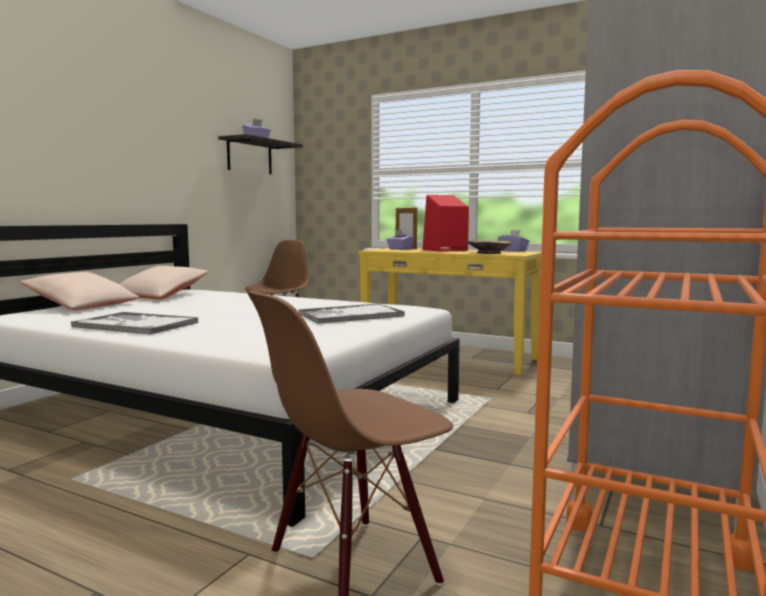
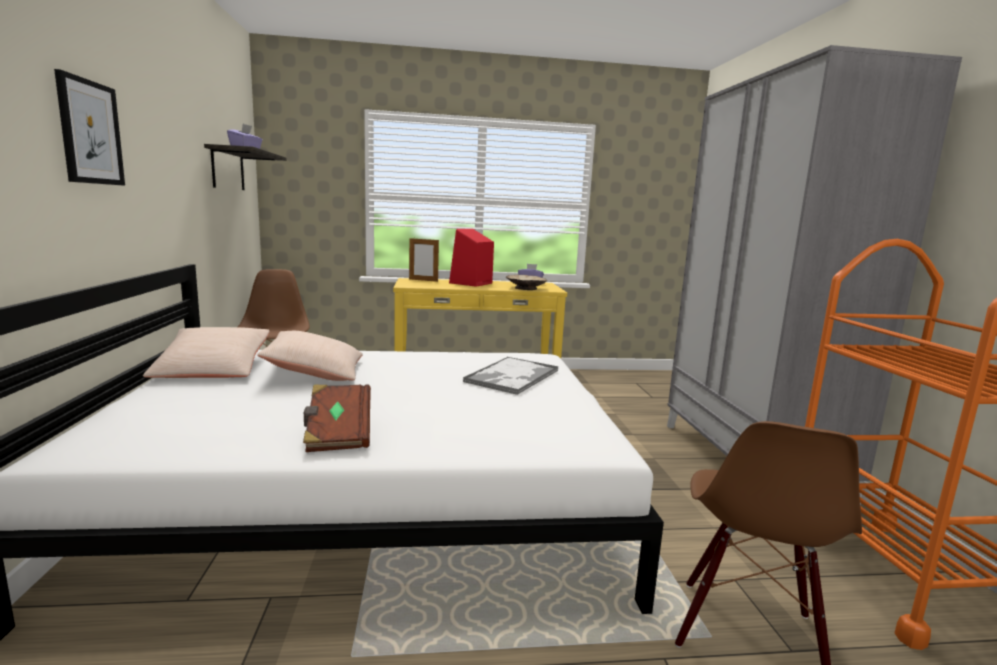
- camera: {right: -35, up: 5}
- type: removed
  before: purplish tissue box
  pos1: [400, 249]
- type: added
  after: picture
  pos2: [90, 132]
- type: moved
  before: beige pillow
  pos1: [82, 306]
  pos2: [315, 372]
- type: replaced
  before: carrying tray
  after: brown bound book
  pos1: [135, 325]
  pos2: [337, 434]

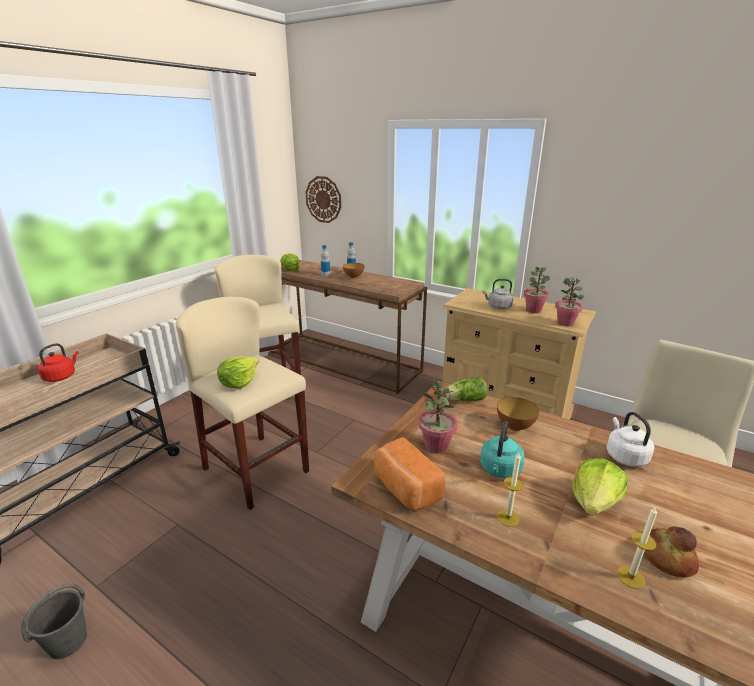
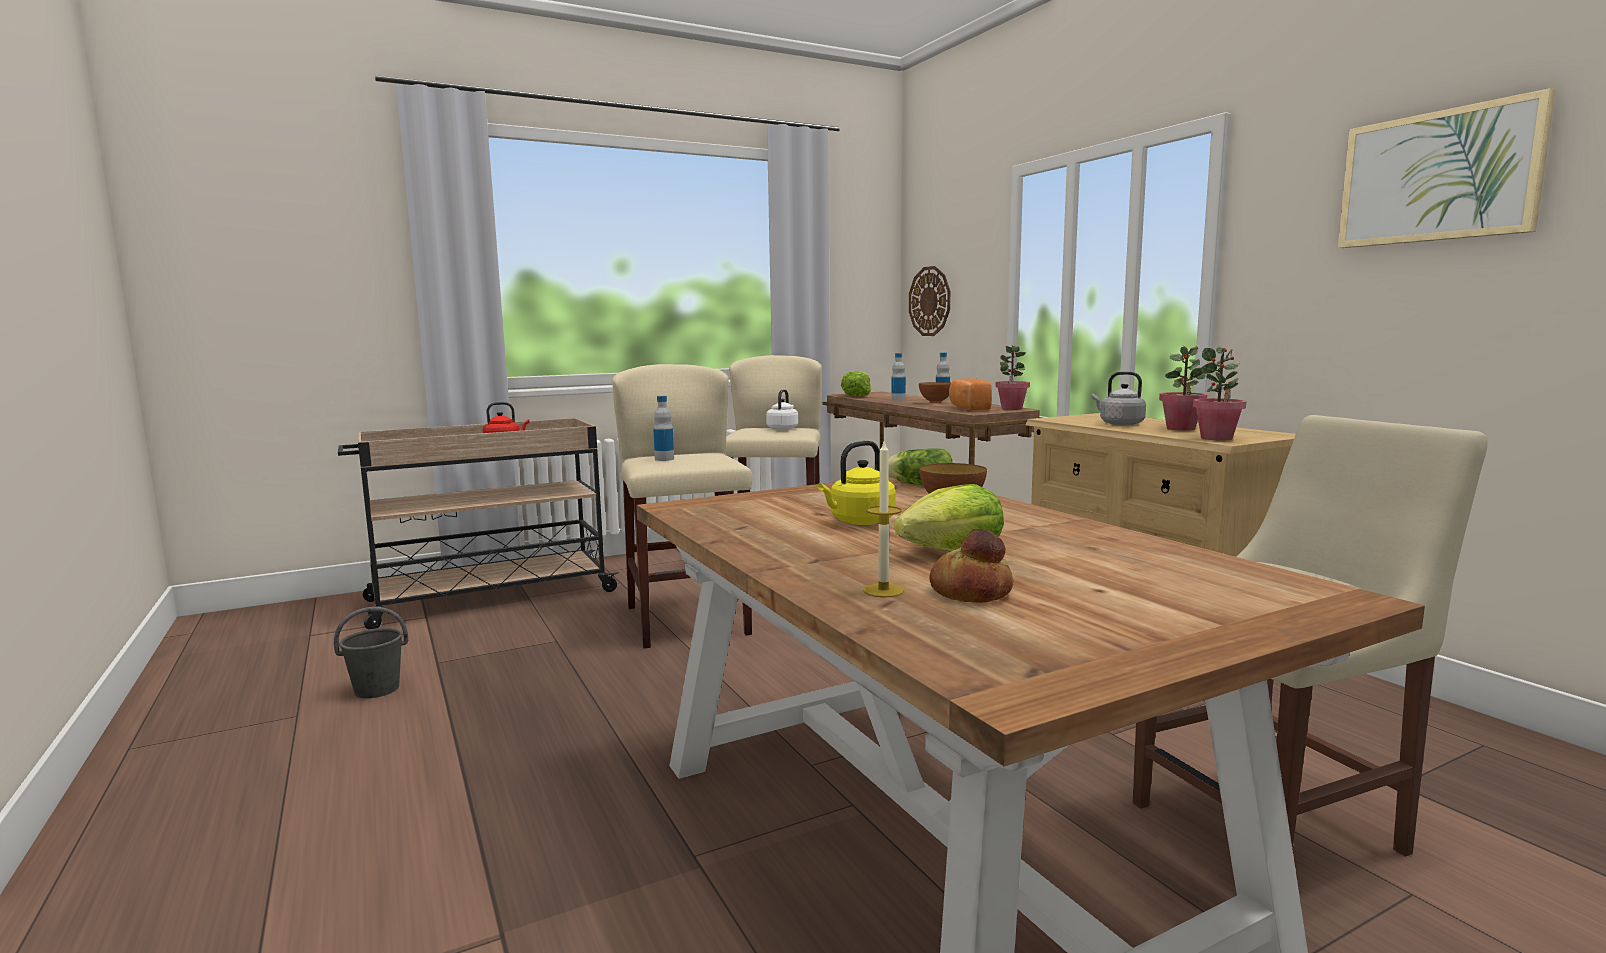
- camera: {right: 30, up: -15}
- type: removed
  before: candle
  pos1: [508, 517]
- type: added
  after: picture
  pos2: [1438, 177]
- type: moved
  before: bread
  pos1: [405, 489]
  pos2: [968, 408]
- type: moved
  before: houseplant
  pos1: [436, 446]
  pos2: [1011, 409]
- type: moved
  before: white water kettle
  pos1: [624, 456]
  pos2: [783, 429]
- type: replaced
  before: head of lettuce
  after: bottle
  pos1: [239, 382]
  pos2: [664, 459]
- type: recoloured
  before: blue-green water kettle
  after: yellow water kettle
  pos1: [499, 470]
  pos2: [859, 522]

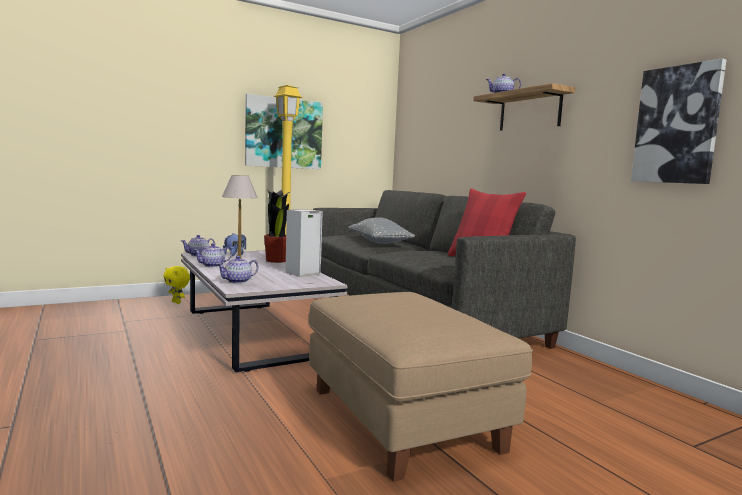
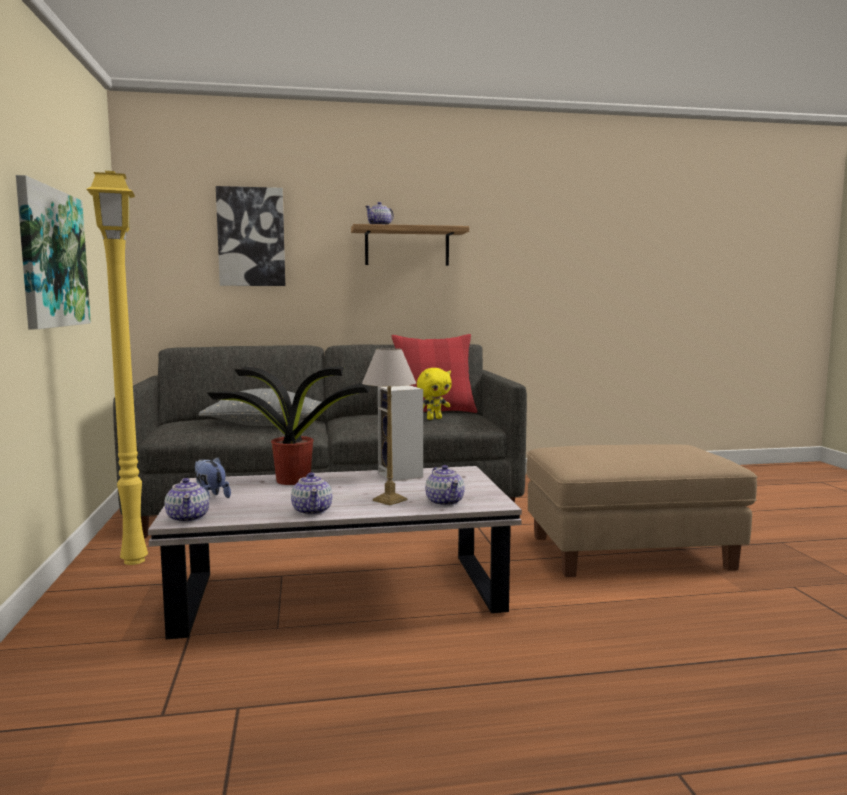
- camera: {right: -70, up: 0}
- type: moved
  before: yellow cuddly toy
  pos1: [177, 302]
  pos2: [434, 418]
- type: moved
  before: picture
  pos1: [677, 125]
  pos2: [251, 237]

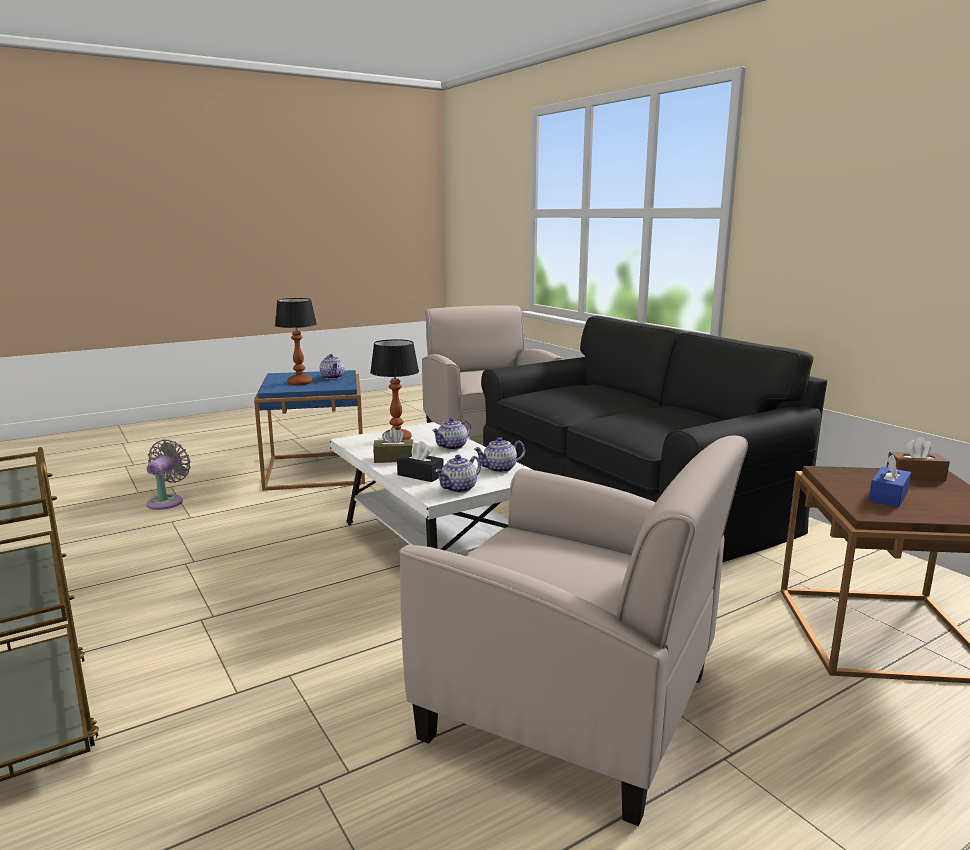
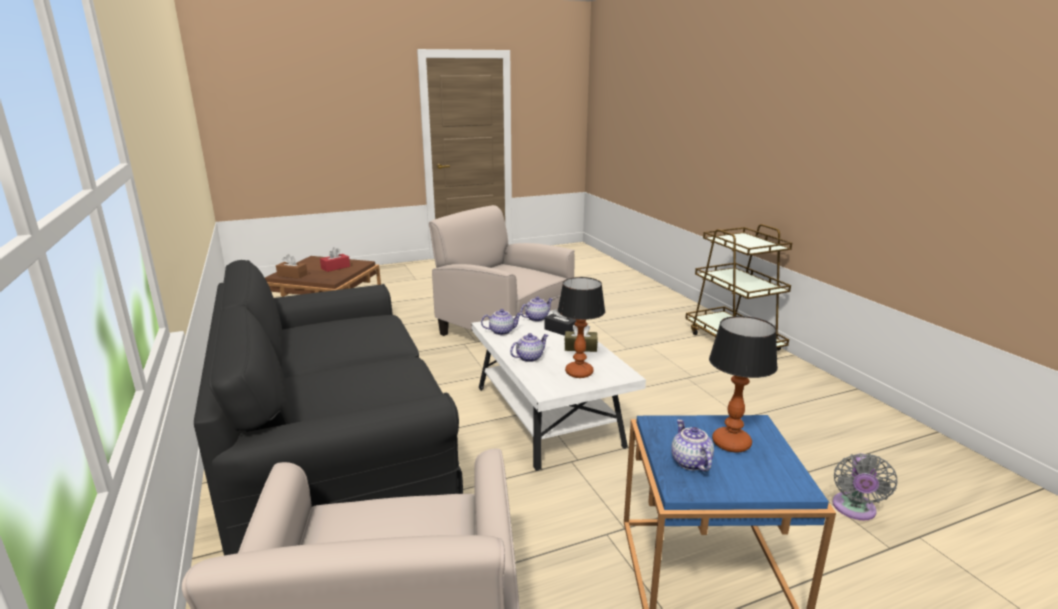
- camera: {right: -170, up: 5}
- type: recoloured
  before: blue tissue box
  after: reddish tissue box
  pos1: [888, 496]
  pos2: [335, 267]

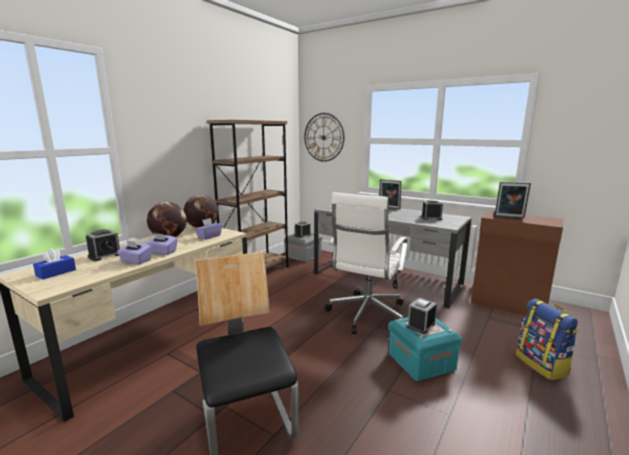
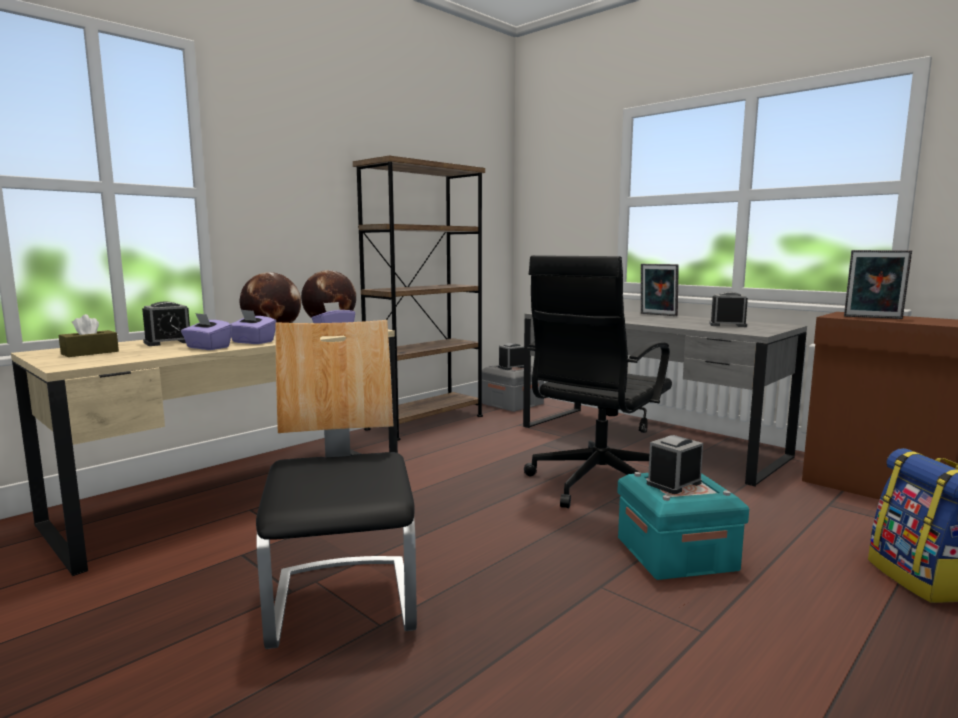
- camera: {right: 10, up: -5}
- type: removed
  before: wall clock
  pos1: [323, 137]
- type: recoloured
  before: blue tissue box
  after: brown tissue box
  pos1: [56, 273]
  pos2: [90, 353]
- type: recoloured
  before: white desk chair
  after: black-coloured desk chair
  pos1: [366, 315]
  pos2: [596, 485]

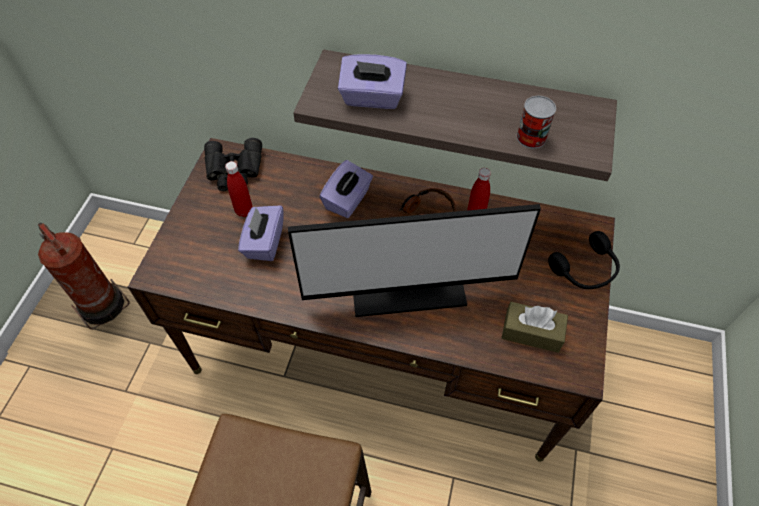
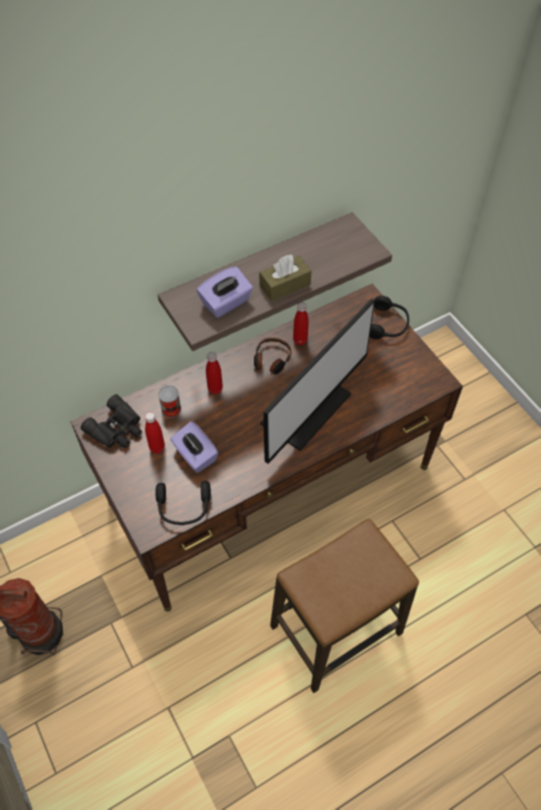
- camera: {right: -45, up: 0}
- type: added
  after: black-coloured headphones
  pos2: [183, 508]
- type: moved
  before: brown tissue box
  pos1: [531, 332]
  pos2: [285, 285]
- type: moved
  before: metal can
  pos1: [531, 137]
  pos2: [171, 409]
- type: replaced
  before: purplish tissue box
  after: reddish bottle
  pos1: [348, 200]
  pos2: [215, 389]

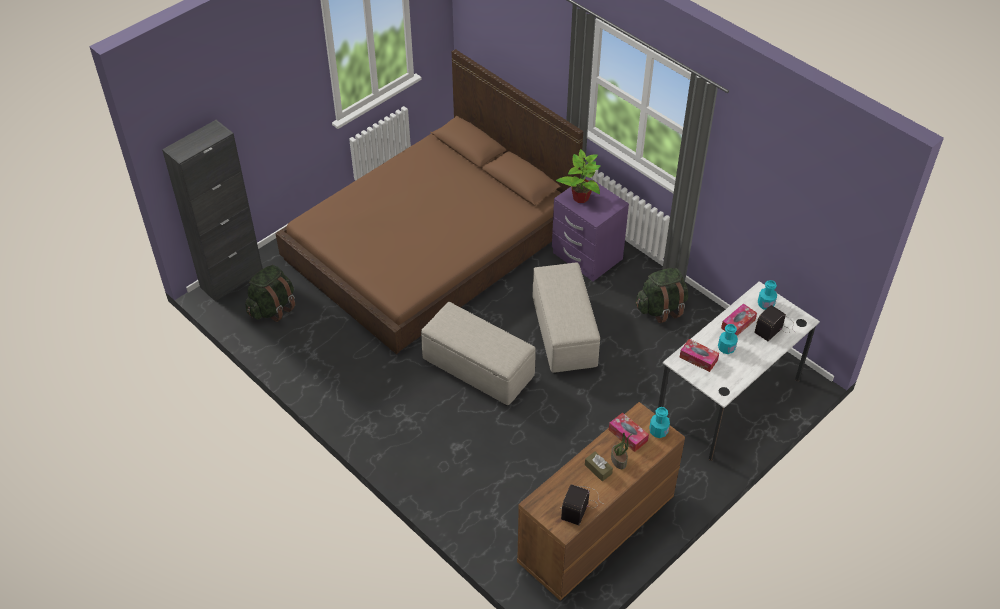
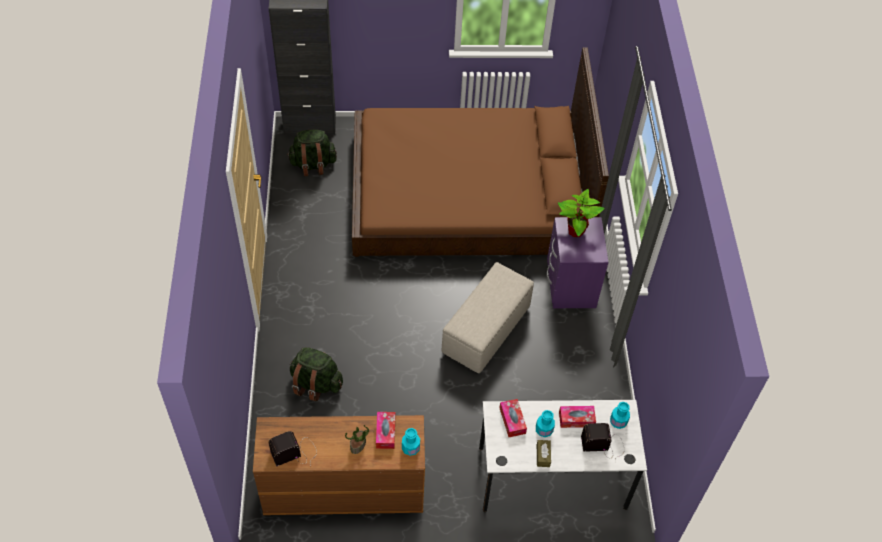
- camera: {right: 40, up: 5}
- type: removed
  before: beige footrest
  pos1: [477, 369]
- type: moved
  before: brown tissue box
  pos1: [598, 469]
  pos2: [543, 455]
- type: moved
  before: greenish knapsack
  pos1: [661, 308]
  pos2: [316, 383]

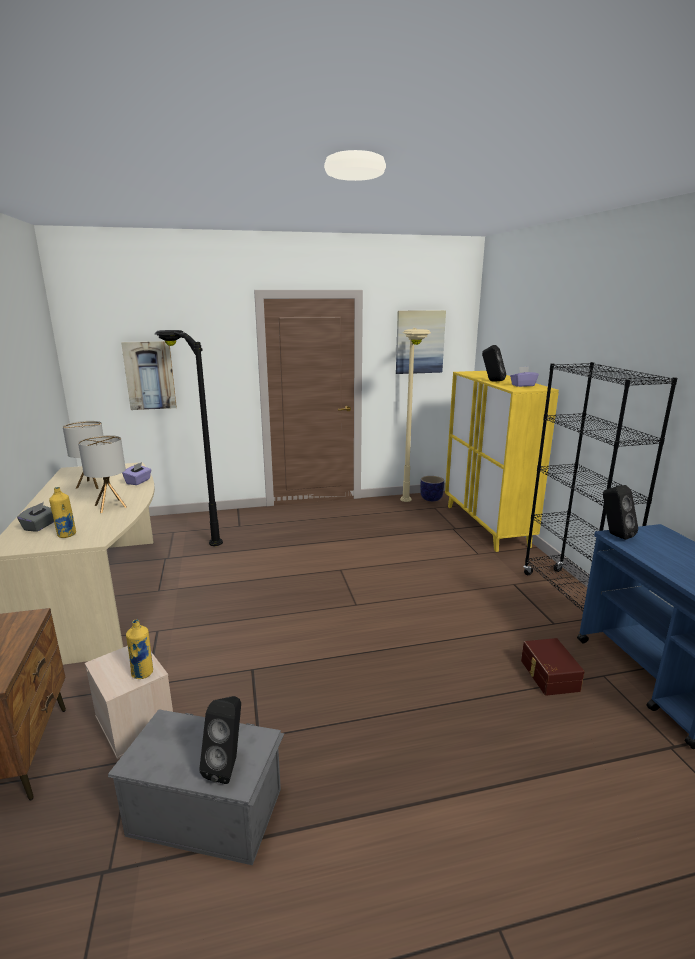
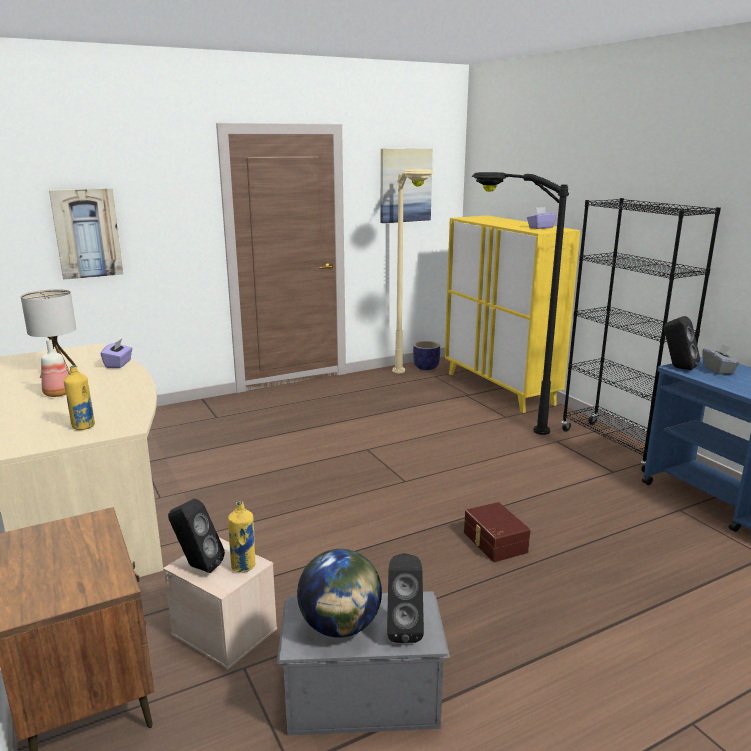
- camera: {right: -15, up: 0}
- type: removed
  before: lamp for a table
  pos1: [110, 506]
- type: added
  after: bottle
  pos2: [59, 394]
- type: added
  after: world globe
  pos2: [340, 626]
- type: moved
  before: gray tissue box
  pos1: [40, 526]
  pos2: [718, 370]
- type: moved
  before: black-coloured floor lamp
  pos1: [197, 529]
  pos2: [494, 420]
- type: moved
  before: black-coloured speaker
  pos1: [492, 381]
  pos2: [197, 566]
- type: moved
  before: brown storage box
  pos1: [548, 675]
  pos2: [494, 542]

